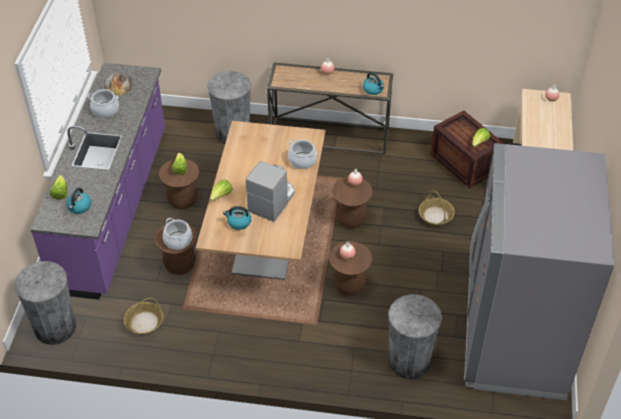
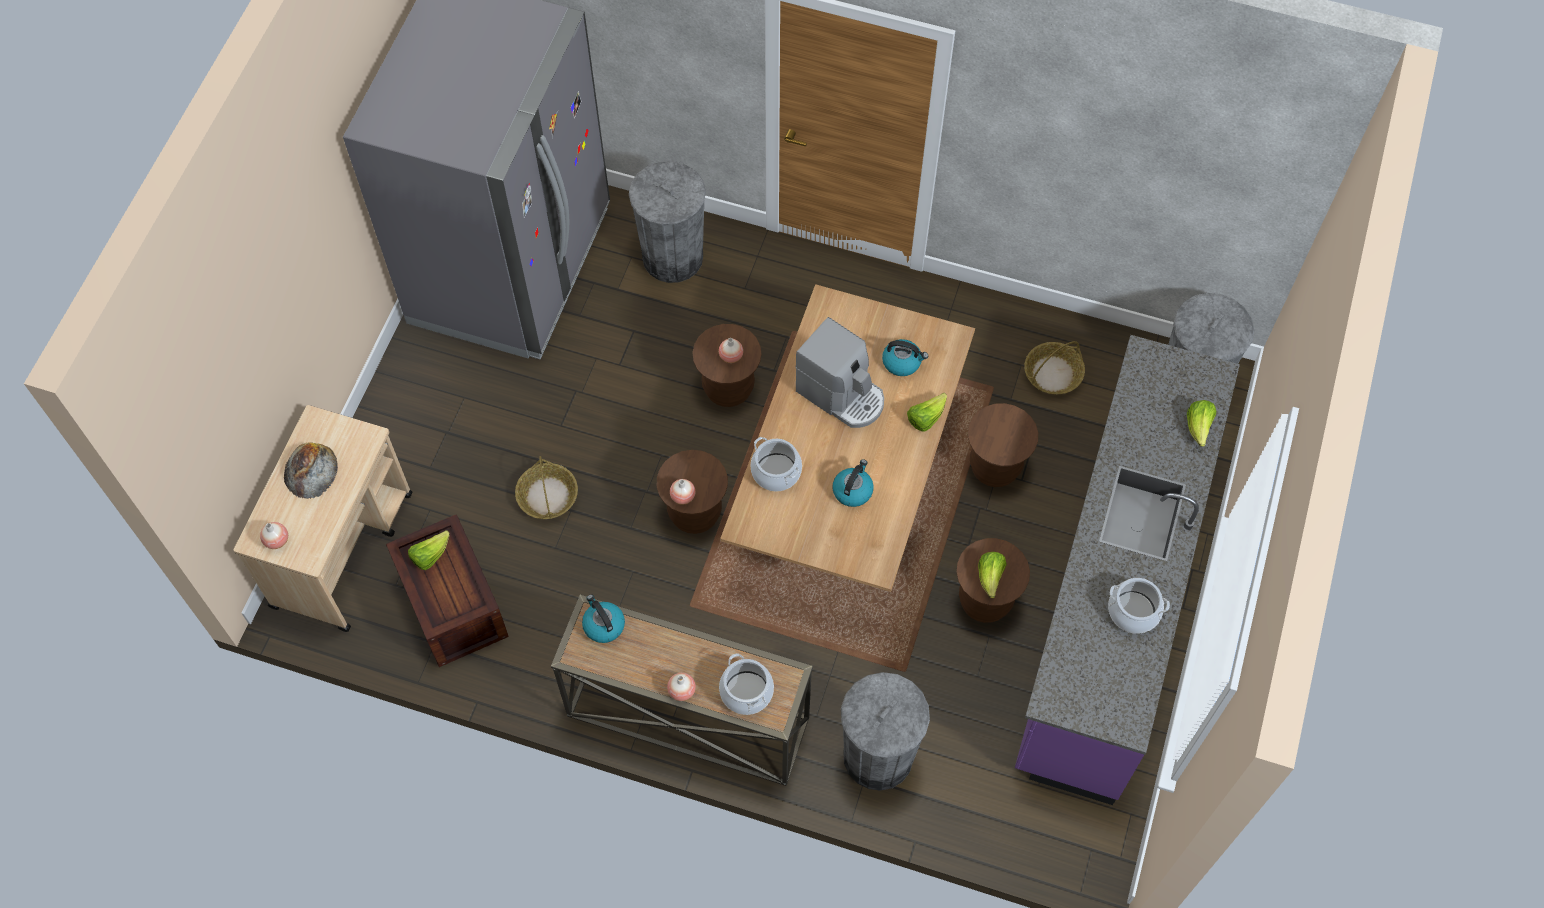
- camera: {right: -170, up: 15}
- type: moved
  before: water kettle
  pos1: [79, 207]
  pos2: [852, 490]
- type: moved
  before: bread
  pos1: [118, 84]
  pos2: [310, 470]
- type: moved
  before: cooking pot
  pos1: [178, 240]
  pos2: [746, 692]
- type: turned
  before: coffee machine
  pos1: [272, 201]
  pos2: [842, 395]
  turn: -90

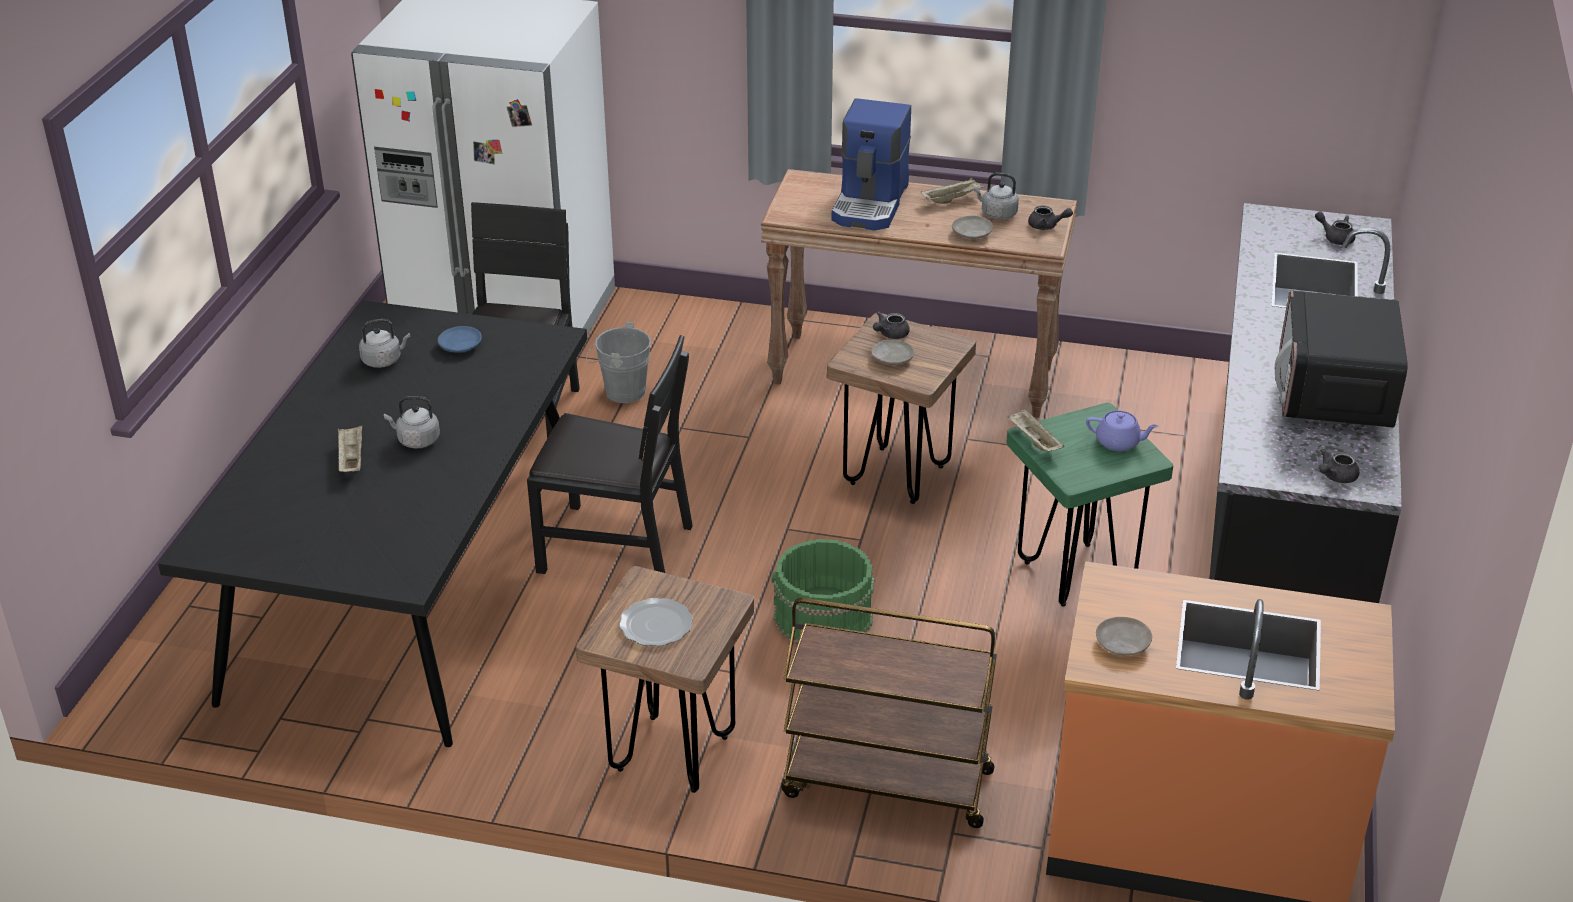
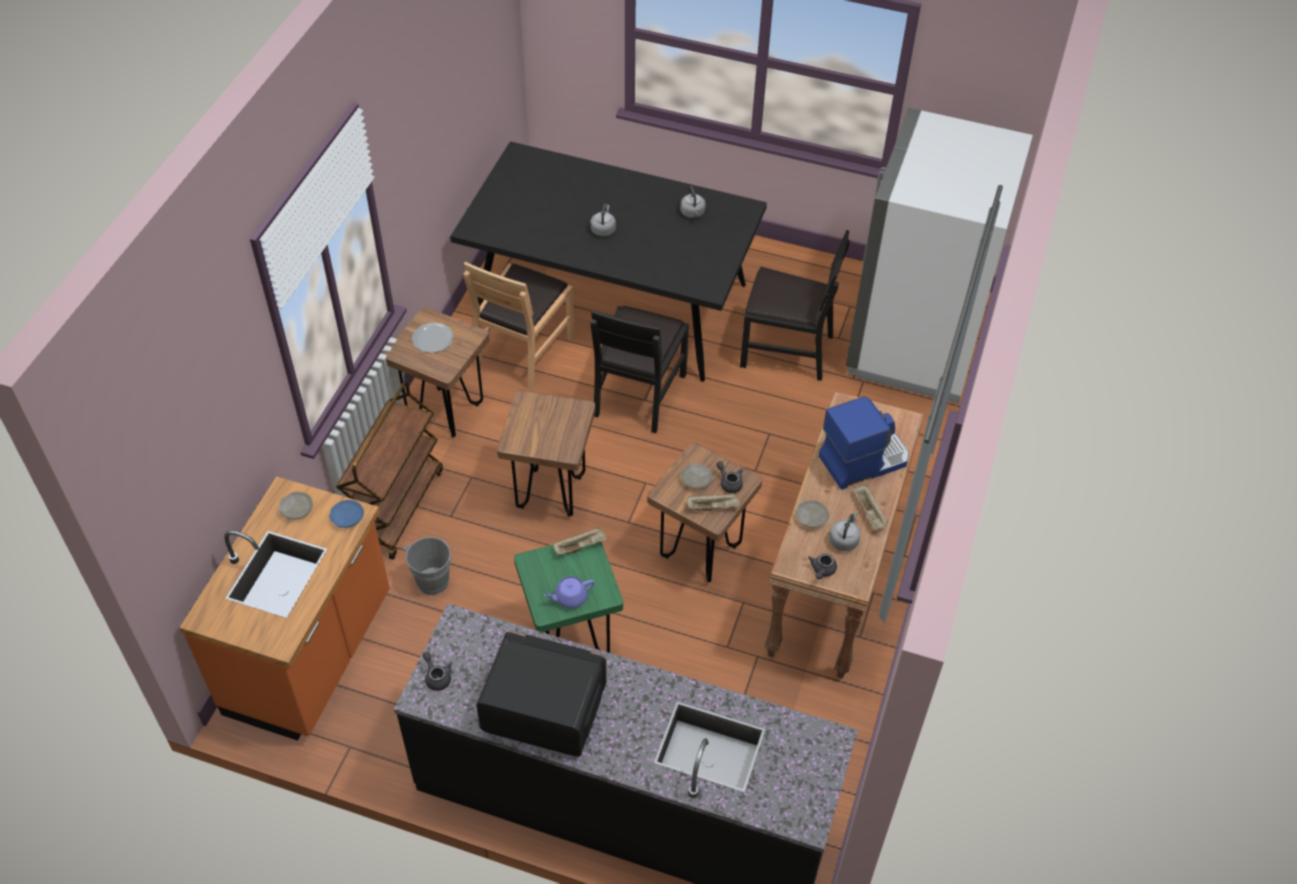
- camera: {right: 95, up: 15}
- type: removed
  before: gray teapot
  pos1: [1335, 238]
- type: added
  after: brown plain chair
  pos2: [523, 351]
- type: moved
  before: beige carrying tray
  pos1: [351, 459]
  pos2: [713, 507]
- type: moved
  before: blue plate
  pos1: [460, 346]
  pos2: [347, 517]
- type: moved
  before: gray bucket
  pos1: [621, 391]
  pos2: [434, 578]
- type: replaced
  before: greenish bucket
  after: brown sitting stool
  pos1: [823, 617]
  pos2: [550, 493]
- type: turned
  before: coffee machine
  pos1: [871, 203]
  pos2: [863, 460]
  turn: 135
- type: turned
  before: purplish teapot
  pos1: [1119, 442]
  pos2: [570, 598]
  turn: 45

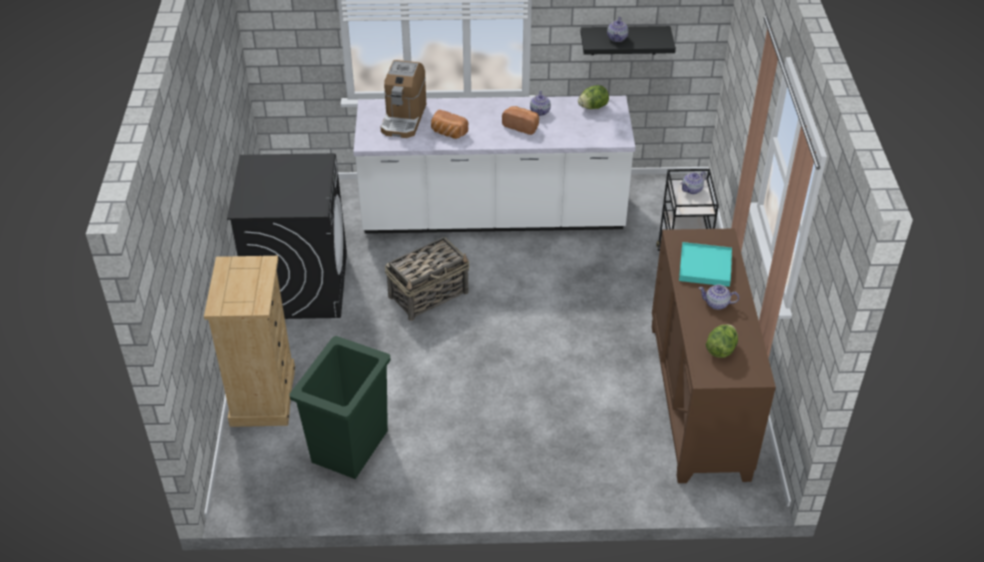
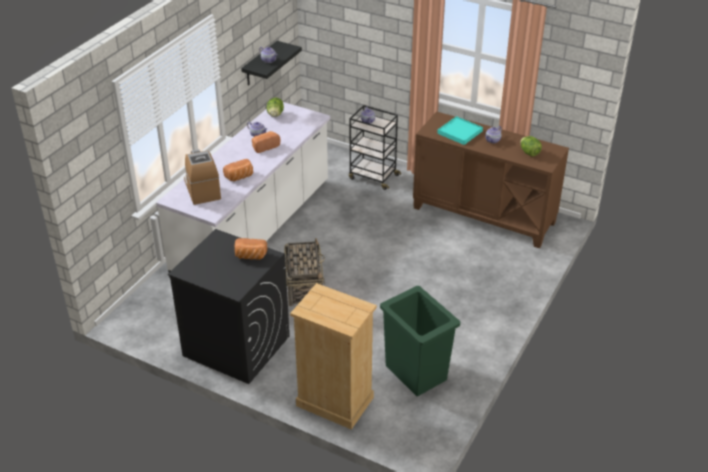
- camera: {right: -60, up: -5}
- type: added
  after: bread
  pos2: [250, 256]
- type: turned
  before: coffee machine
  pos1: [403, 118]
  pos2: [202, 189]
  turn: -150

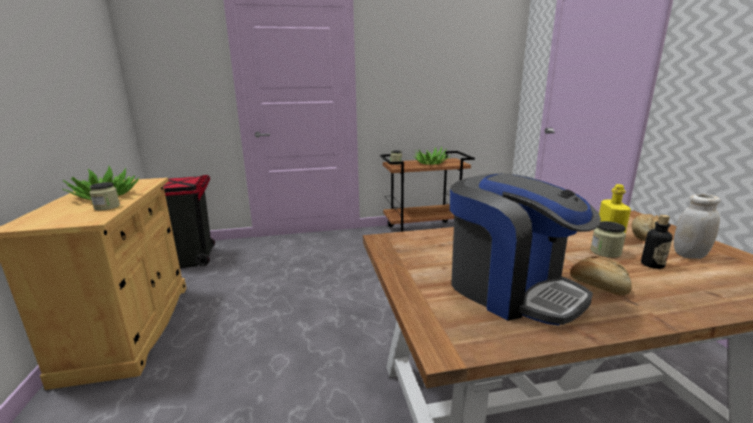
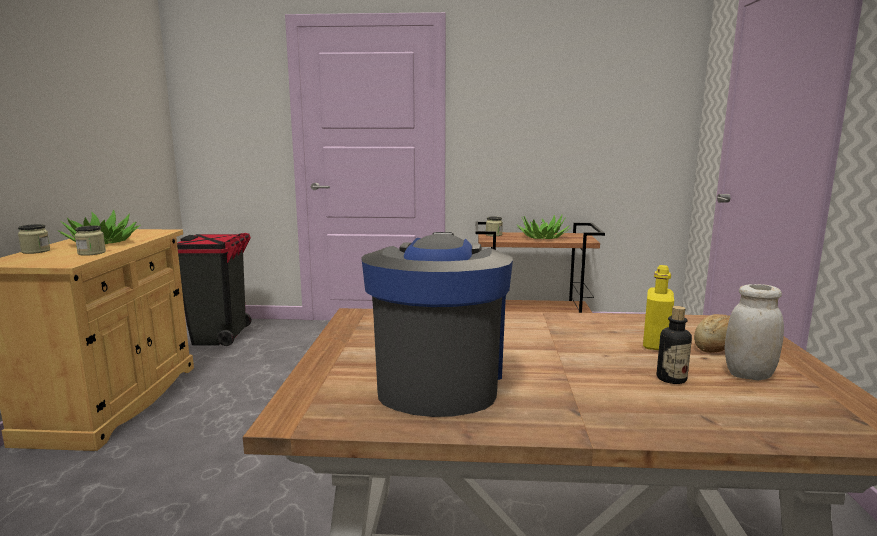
- camera: {right: 15, up: -5}
- type: removed
  before: bread
  pos1: [598, 286]
- type: moved
  before: preserve jar
  pos1: [605, 252]
  pos2: [36, 251]
- type: turned
  before: coffee machine
  pos1: [510, 289]
  pos2: [438, 379]
  turn: -150

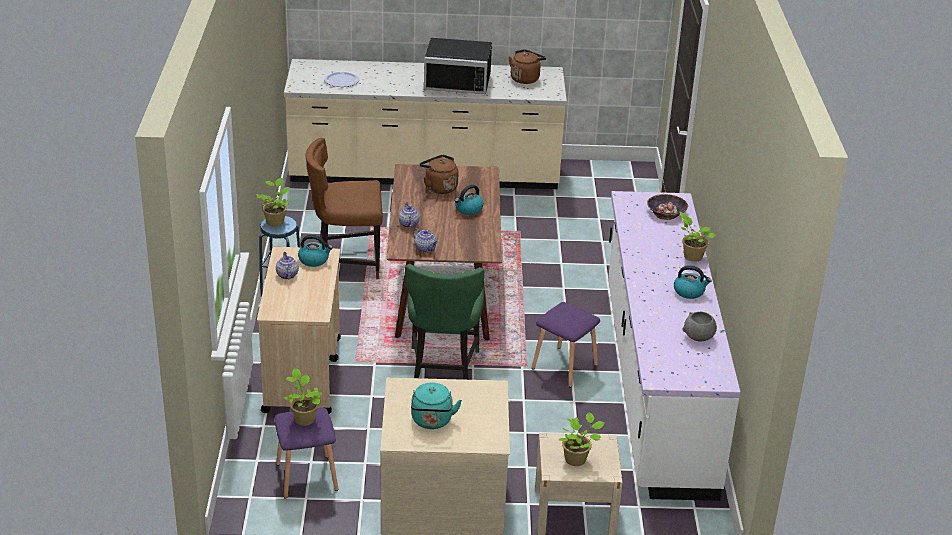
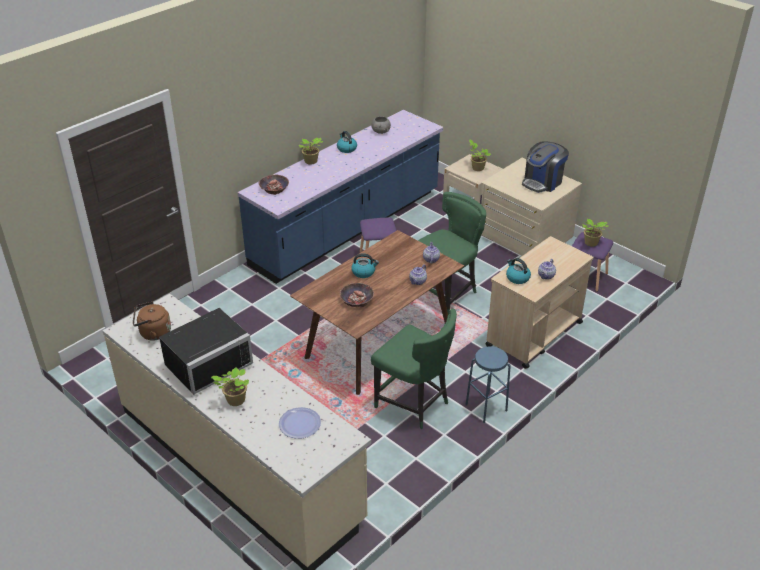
- camera: {right: -135, up: 5}
- type: moved
  before: houseplant
  pos1: [275, 221]
  pos2: [234, 401]
- type: replaced
  before: blue-green water kettle
  after: coffee machine
  pos1: [432, 421]
  pos2: [542, 182]
- type: replaced
  before: brown water kettle
  after: serving bowl
  pos1: [439, 187]
  pos2: [356, 299]
- type: recoloured
  before: brown plain chair
  after: greenish plain chair
  pos1: [347, 262]
  pos2: [414, 404]
- type: recoloured
  before: white kitchen base unit
  after: blue kitchen base unit
  pos1: [656, 385]
  pos2: [348, 228]
- type: turned
  before: black-coloured microwave
  pos1: [458, 80]
  pos2: [206, 362]
  turn: 90

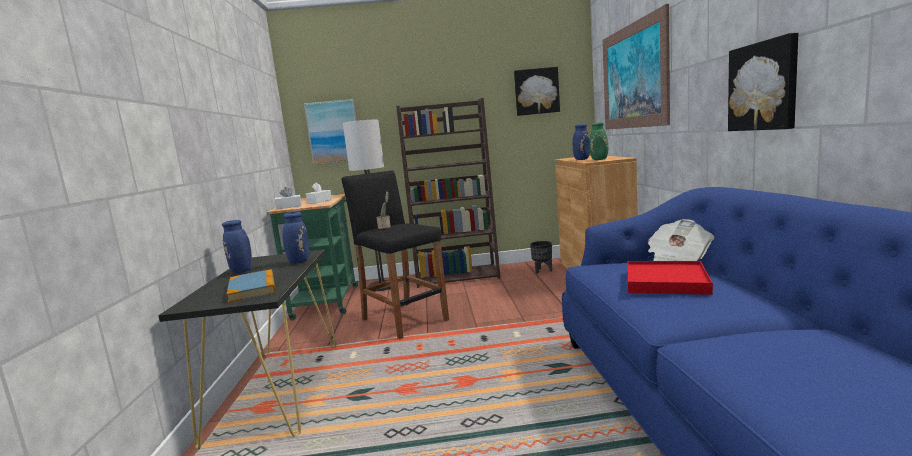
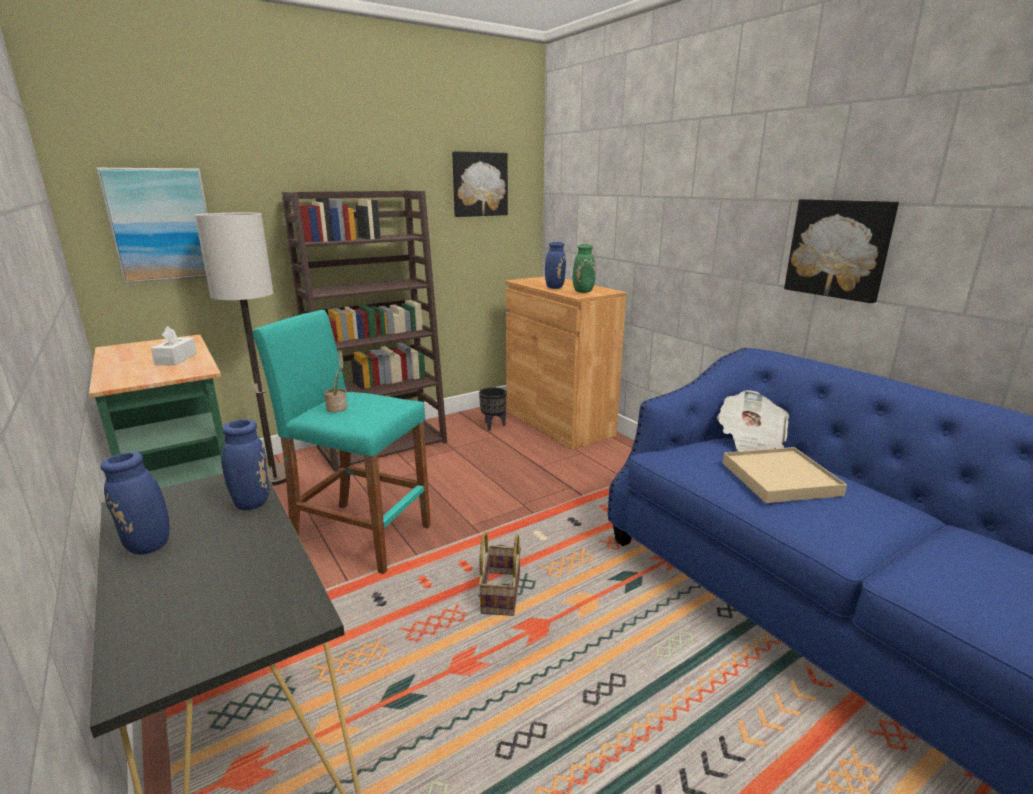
- camera: {right: -30, up: 10}
- type: removed
  before: bound book
  pos1: [253, 289]
- type: removed
  before: white tissue box
  pos1: [289, 207]
- type: removed
  before: picture
  pos1: [633, 76]
- type: added
  after: household basket
  pos2: [499, 593]
- type: recoloured
  before: black-coloured sitting stool
  after: blue-green sitting stool
  pos1: [404, 320]
  pos2: [361, 535]
- type: recoloured
  before: reddish carrying tray
  after: beige carrying tray
  pos1: [665, 281]
  pos2: [779, 479]

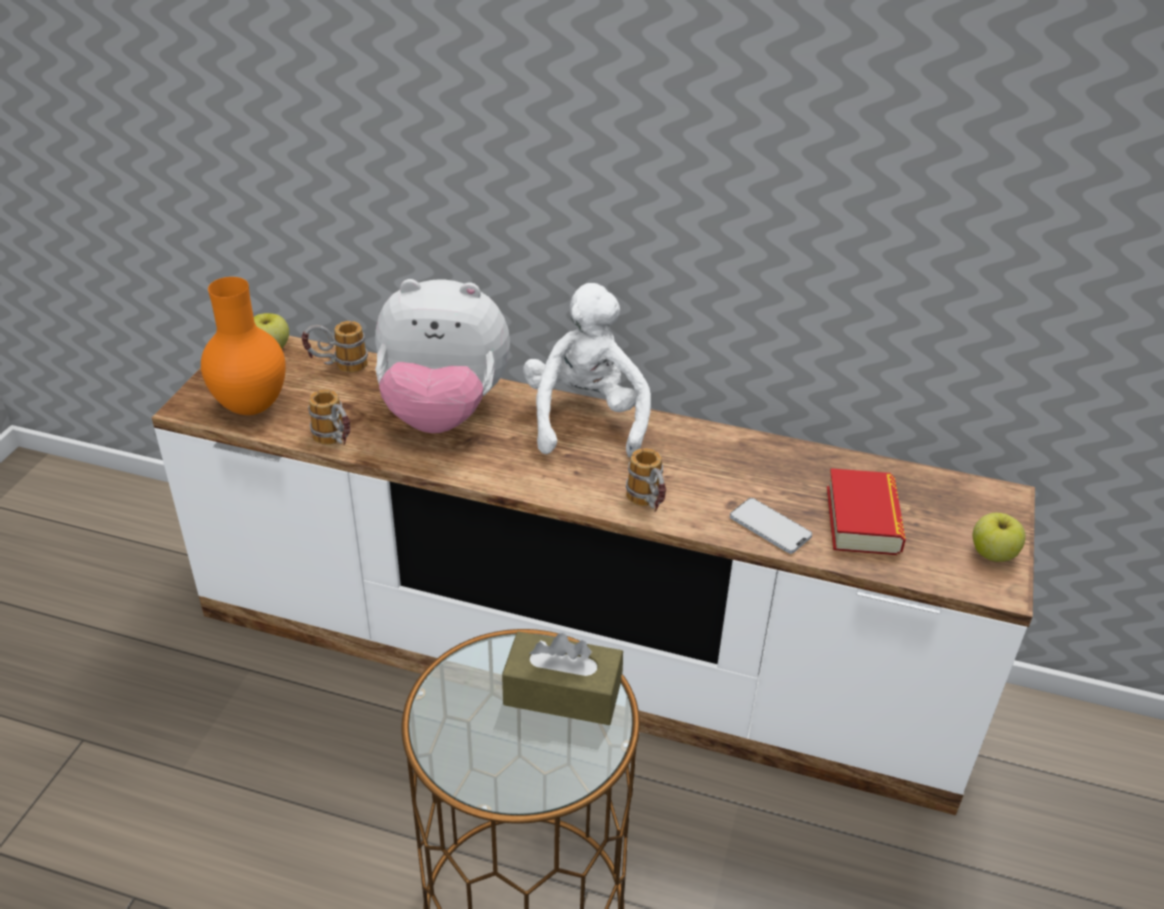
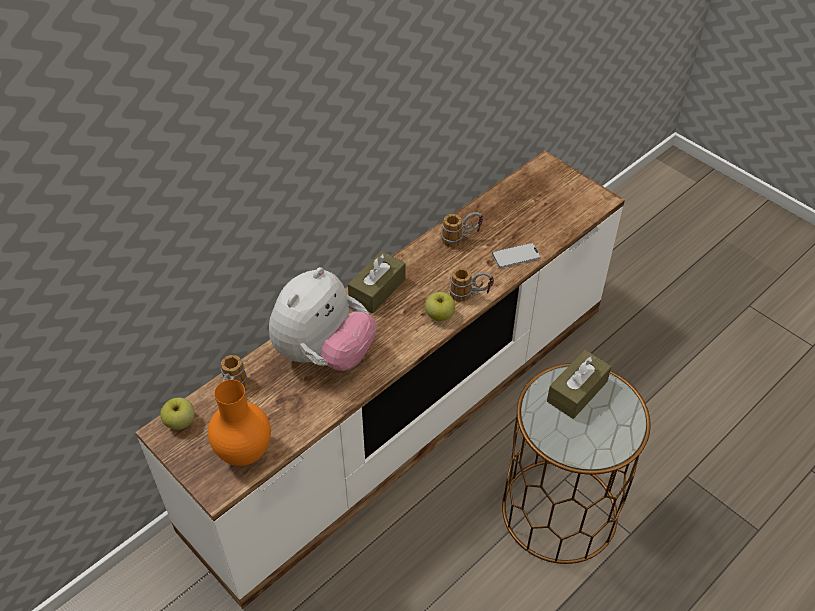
- camera: {right: -60, up: 10}
- type: removed
  before: bound book
  pos1: [862, 520]
- type: moved
  before: mug
  pos1: [336, 443]
  pos2: [461, 239]
- type: moved
  before: apple
  pos1: [993, 554]
  pos2: [439, 315]
- type: replaced
  before: white cuddly toy
  after: brown tissue box
  pos1: [585, 418]
  pos2: [377, 289]

